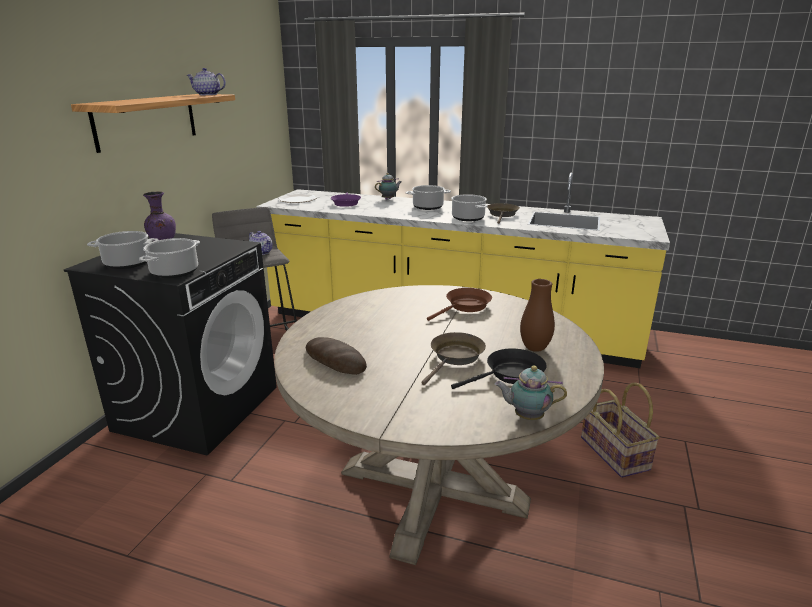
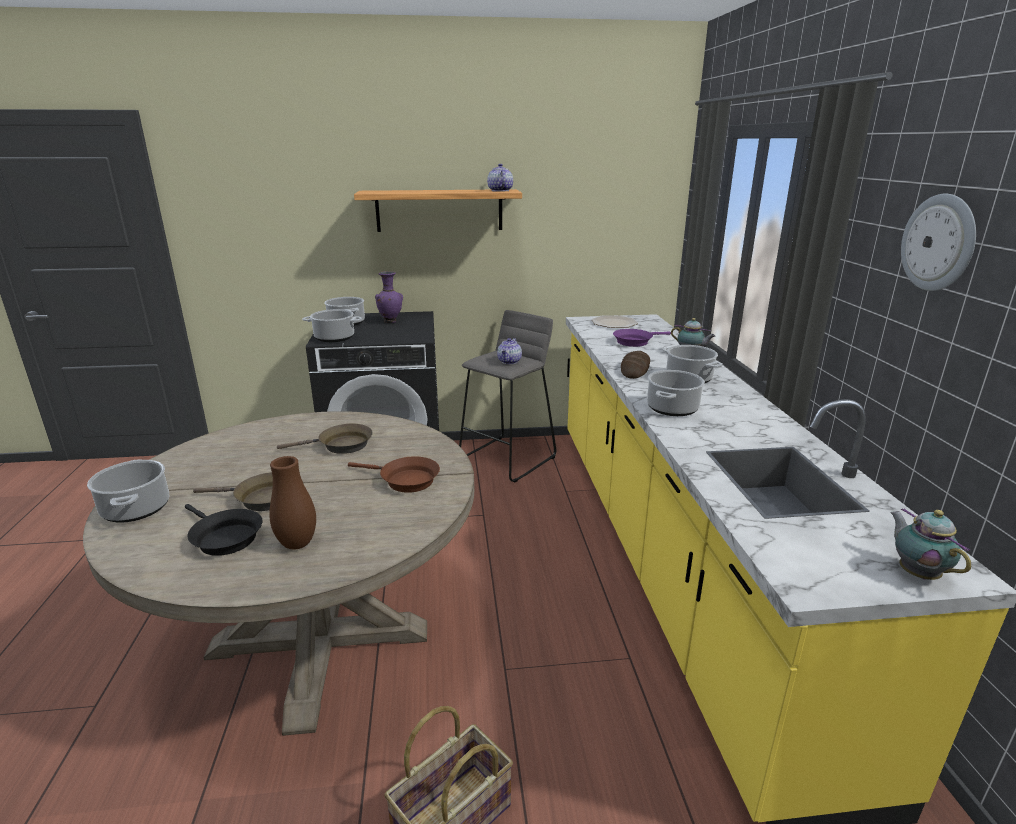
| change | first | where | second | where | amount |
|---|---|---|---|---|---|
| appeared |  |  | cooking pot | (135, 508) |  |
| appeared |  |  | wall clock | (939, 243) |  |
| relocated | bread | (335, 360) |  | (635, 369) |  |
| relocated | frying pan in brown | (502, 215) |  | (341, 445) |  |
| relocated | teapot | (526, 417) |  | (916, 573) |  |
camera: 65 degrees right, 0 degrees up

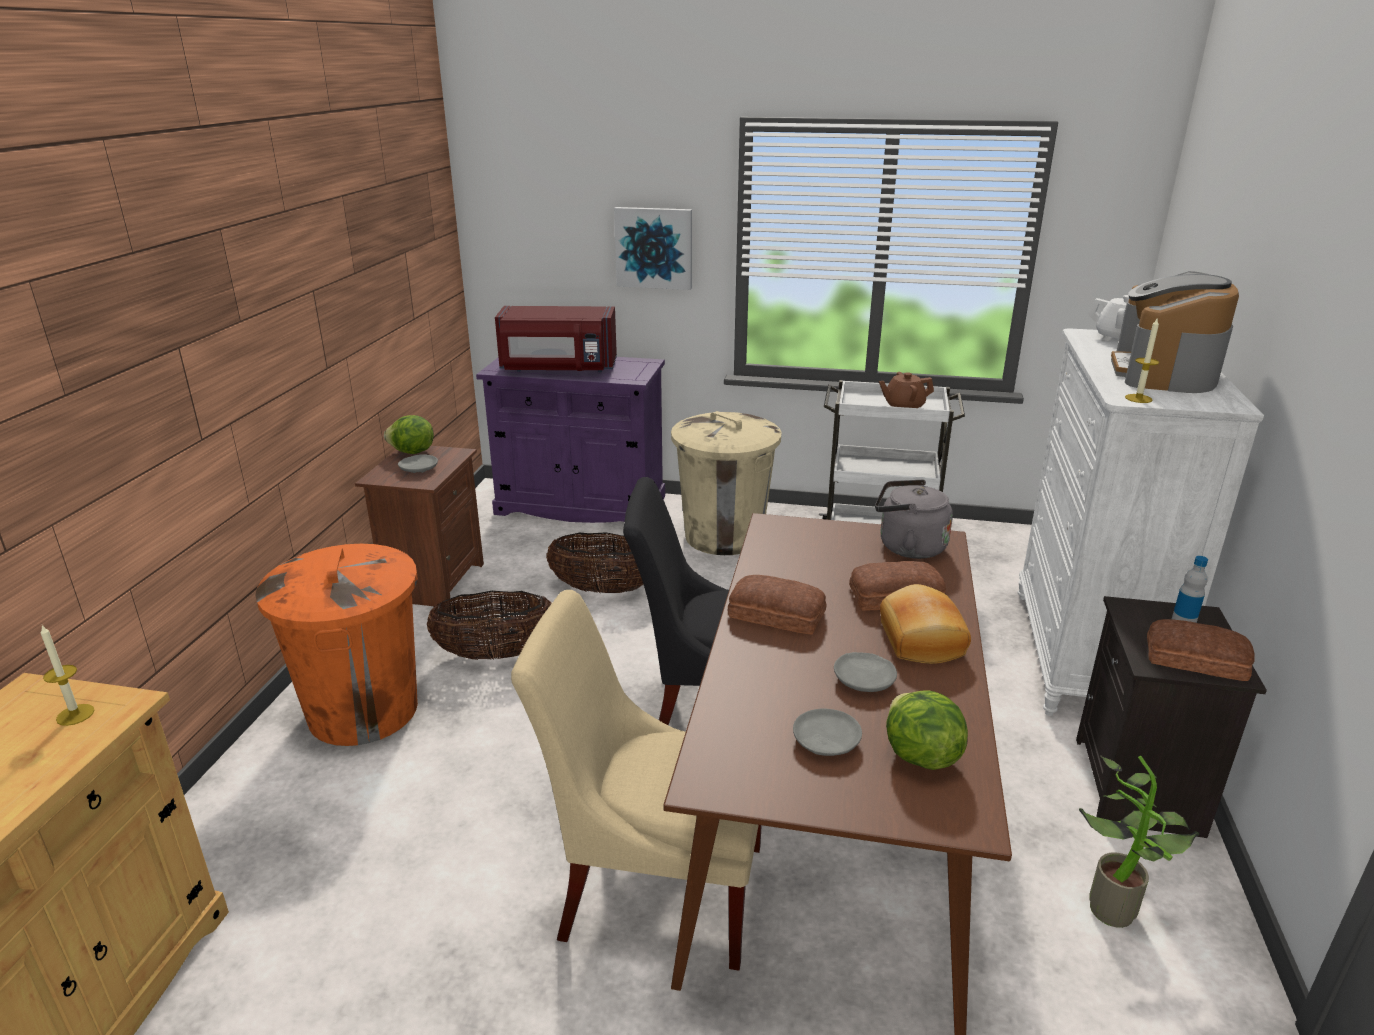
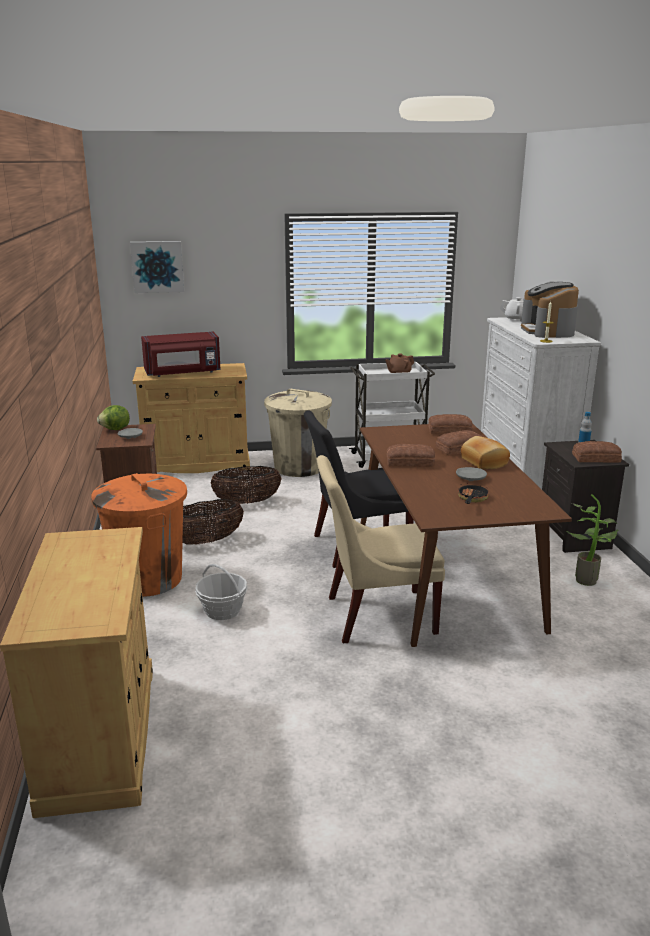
| change | first | where | second | where | amount |
|---|---|---|---|---|---|
| missing | candle | (75, 714) |  |  |  |
| missing | lettuce | (919, 756) |  |  |  |
| appeared |  |  | basket | (222, 610) |  |
| relocated | picture | (654, 248) |  | (157, 266) |  |
| exchanged | plate in grey | (825, 741) | frying pan | (471, 499) |  |
| exchanged | kettle in grey | (907, 547) | bread | (449, 430) |  |
| colour | cabinet in purple | (580, 505) | cabinet in beige | (196, 464) |  |
camera: 20 degrees left, 5 degrees down

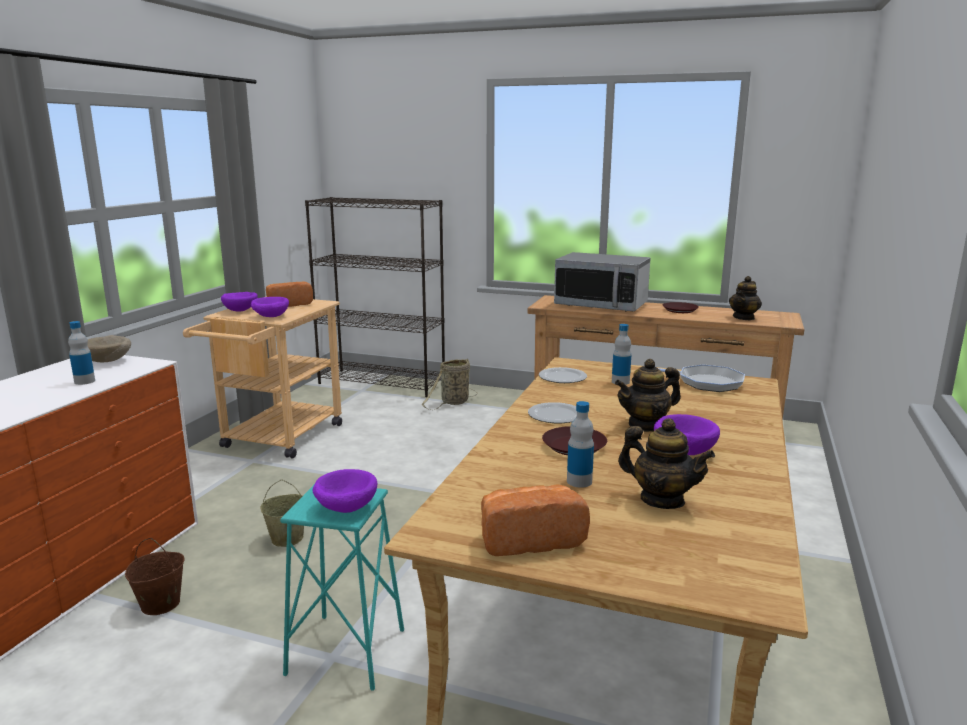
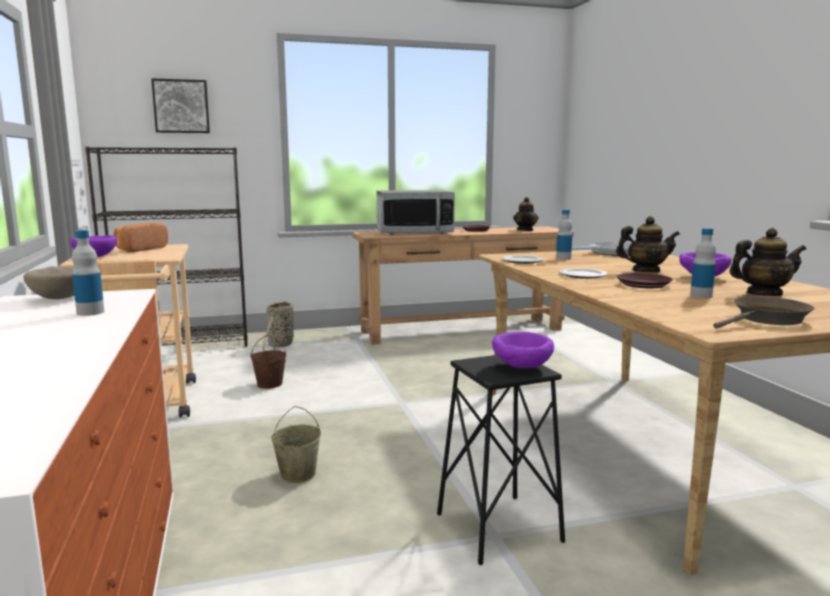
| change | first | where | second | where | amount |
|---|---|---|---|---|---|
| missing | bowl in purple | (270, 317) |  |  |  |
| appeared |  |  | picture | (181, 106) |  |
| relocated | bucket in brown | (160, 604) |  | (269, 384) |  |
| exchanged | bread | (530, 539) | frying pan in brown | (767, 320) |  |
| colour | stool in turquoise | (346, 651) | stool in black | (498, 528) |  |
| spun | teapot | (646, 425) |  | (645, 271) | 120 degrees counterclockwise |
camera: 35 degrees left, 5 degrees down

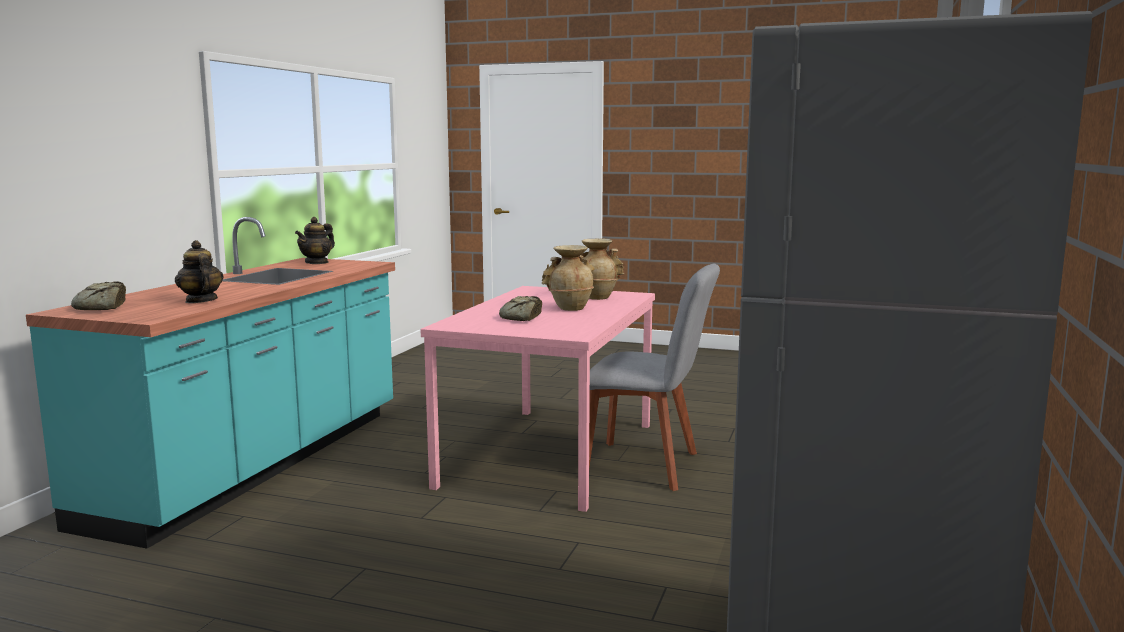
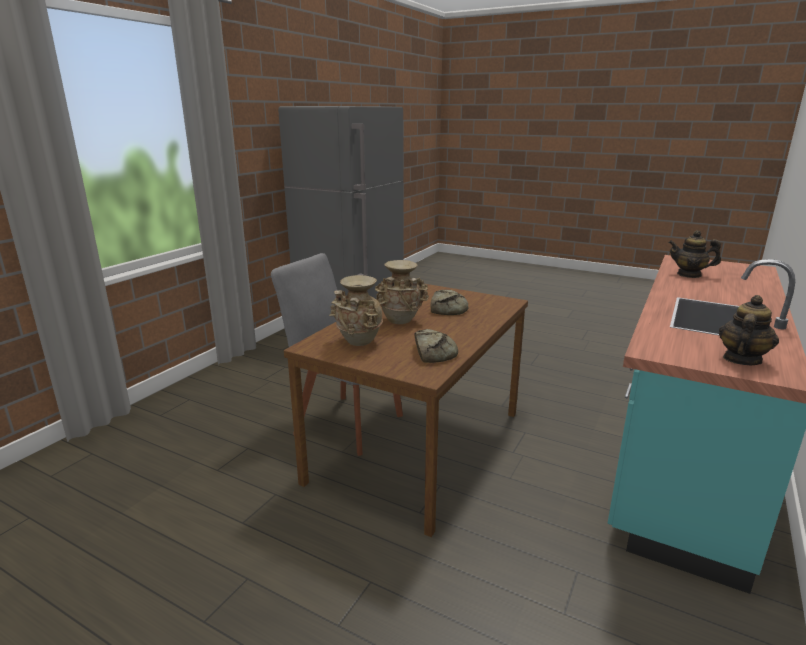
| change | first | where | second | where | amount |
|---|---|---|---|---|---|
| relocated | bread | (101, 307) |  | (433, 352) |  |
| colour | dining table in pink | (551, 455) | dining table in brown | (417, 444) |  |
| spun | teapot | (200, 301) |  | (689, 274) | 135 degrees clockwise |
camera: 170 degrees left, 10 degrees up

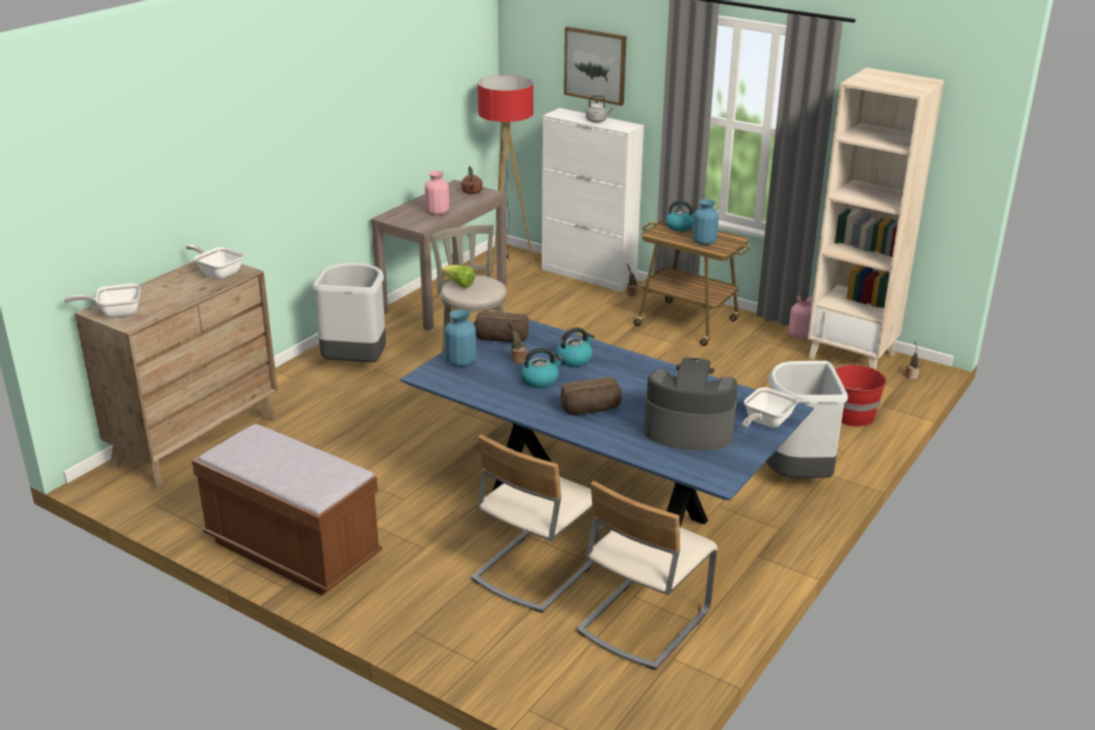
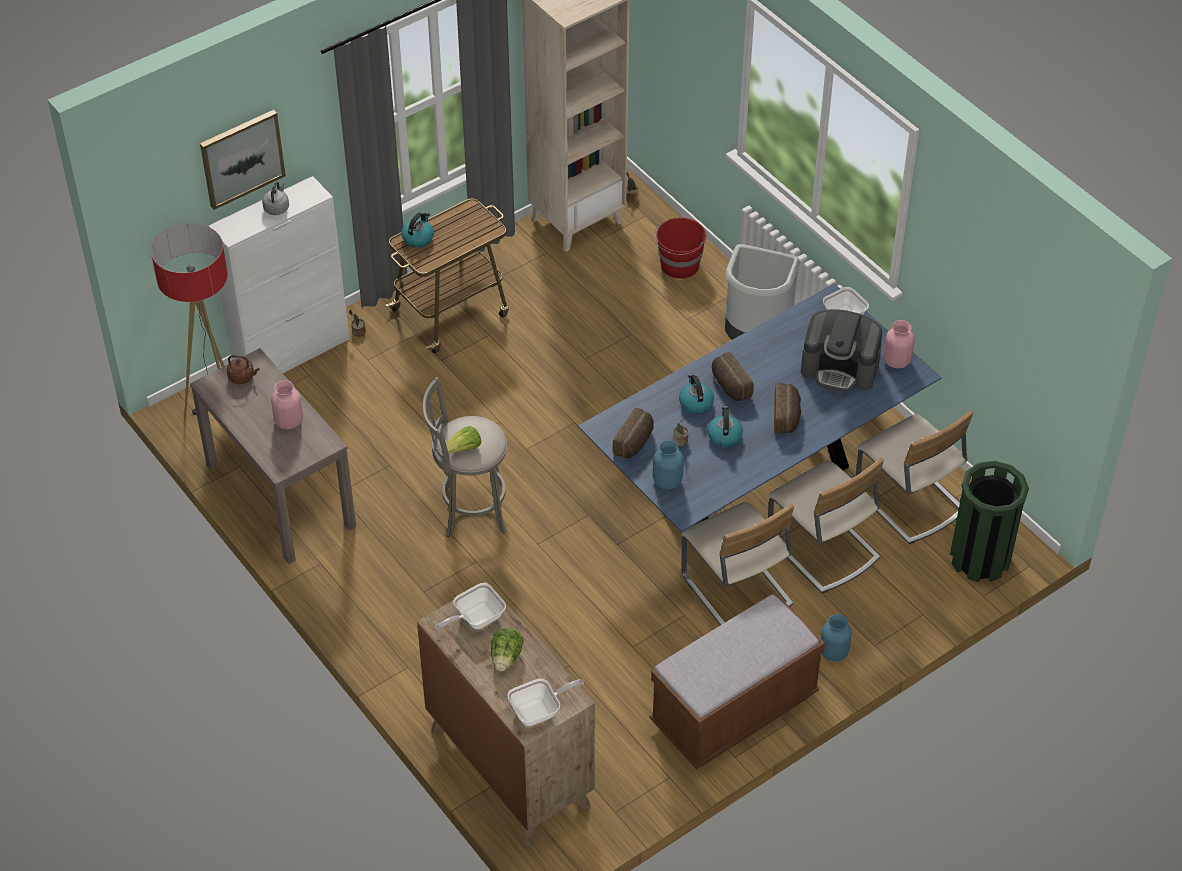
| change | first | where | second | where | amount |
|---|---|---|---|---|---|
| missing | trash can in grey | (356, 363) |  |  |  |
| appeared |  |  | lettuce | (506, 658) |  |
| appeared |  |  | chair in beige | (735, 591) |  |
| appeared |  |  | bread | (729, 386) |  |
| appeared |  |  | trash can in green | (980, 558) |  |
| relocated | vase in blue | (704, 242) |  | (833, 652) |  |
| relocated | vase in pink | (800, 335) |  | (896, 361) |  |
| spun | frying pan | (115, 313) |  | (539, 711) | 120 degrees counterclockwise |
| spun | coffee machine | (688, 430) |  | (840, 368) | 105 degrees counterclockwise |
camera: 70 degrees left, 20 degrees up

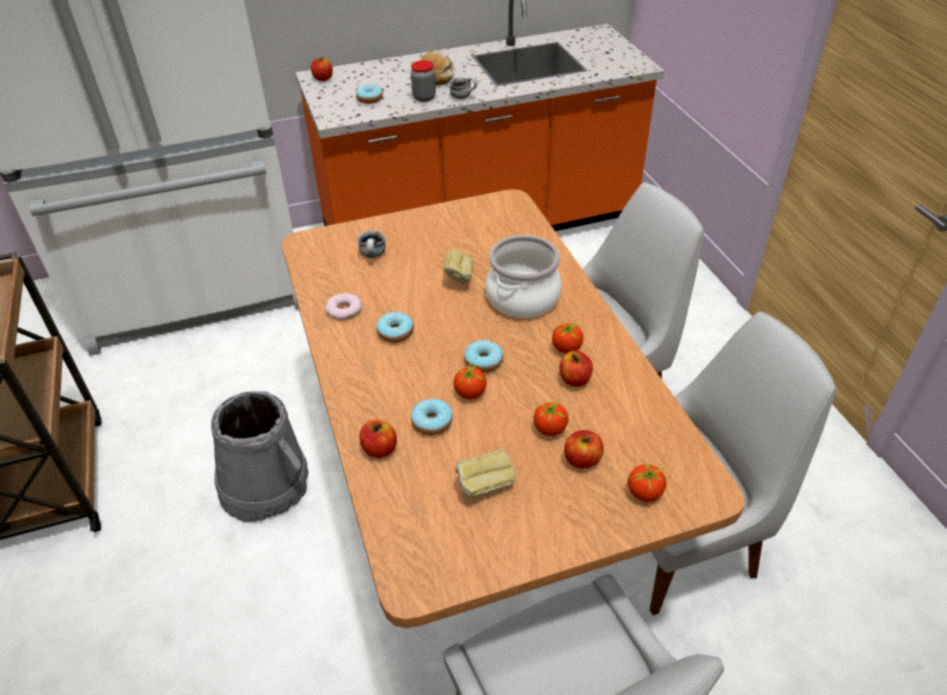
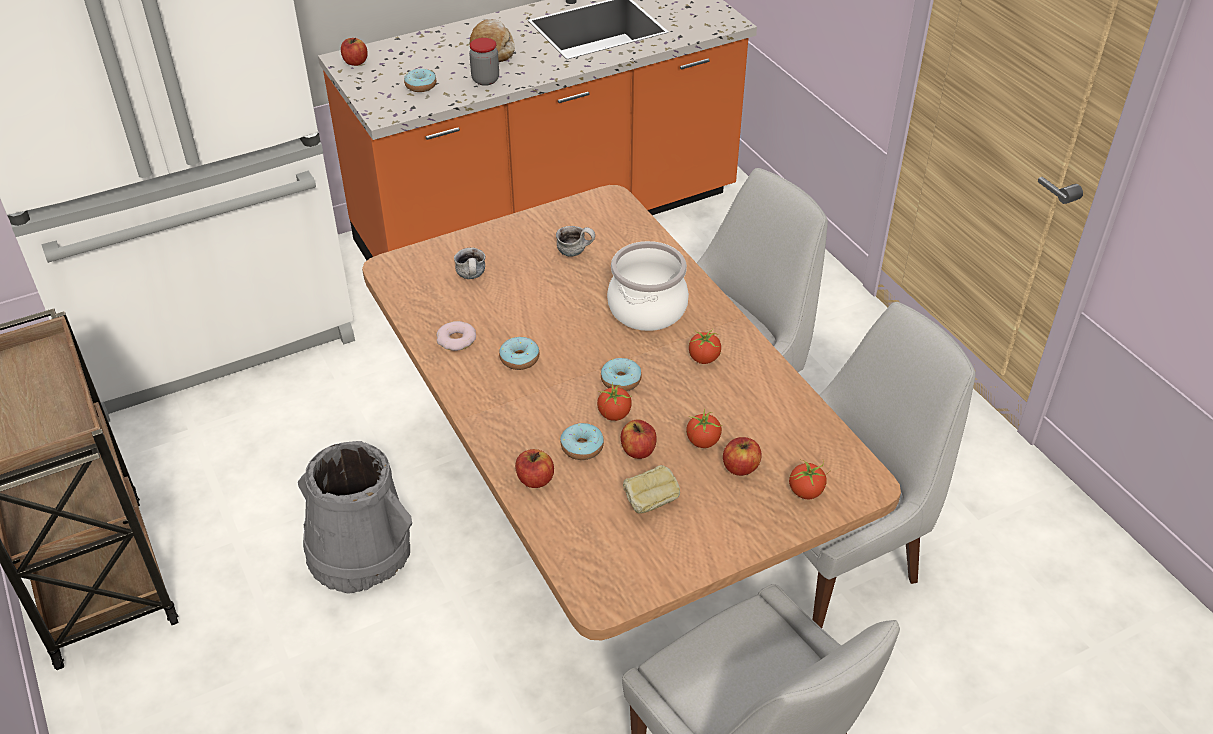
| change | first | where | second | where | amount |
|---|---|---|---|---|---|
| missing | bread | (459, 279) |  |  |  |
| relocated | mug | (464, 97) |  | (576, 251) |  |
| relocated | apple | (575, 379) |  | (638, 450) |  |
camera: 10 degrees left, 0 degrees up

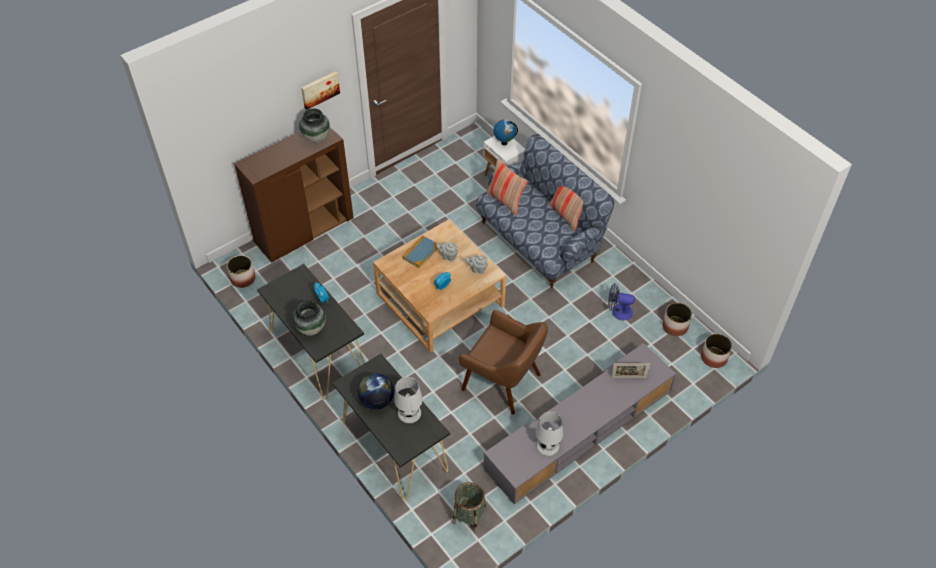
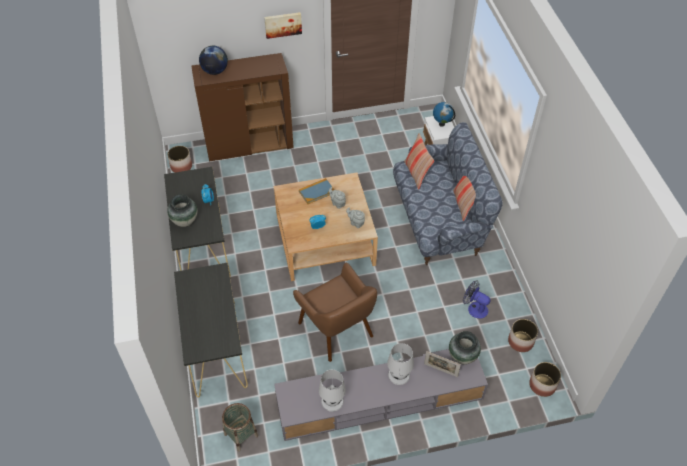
| change | first | where | second | where | amount |
|---|---|---|---|---|---|
| relocated | vase | (316, 138) |  | (462, 356) |  |
| relocated | globe | (377, 401) |  | (215, 71) |  |
| relocated | table lamp in white | (409, 412) |  | (399, 374) |  |
camera: 25 degrees right, 0 degrees up

